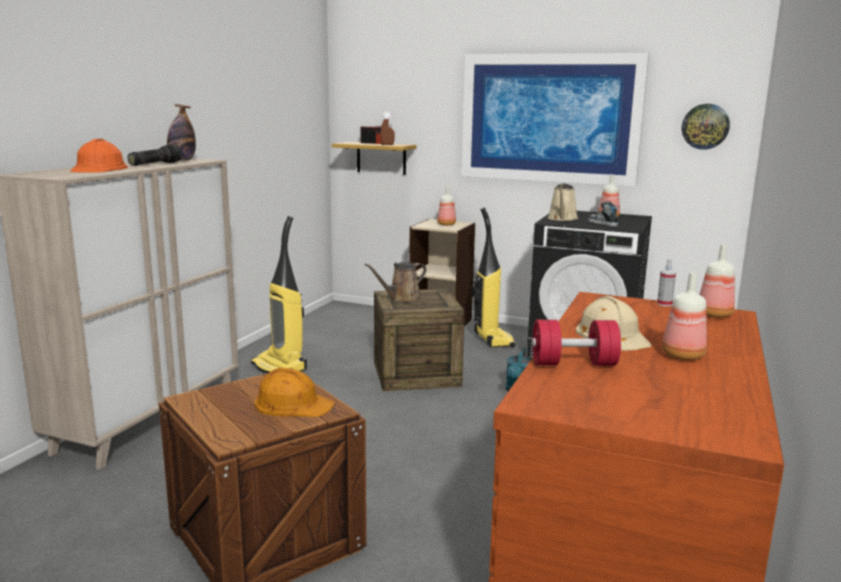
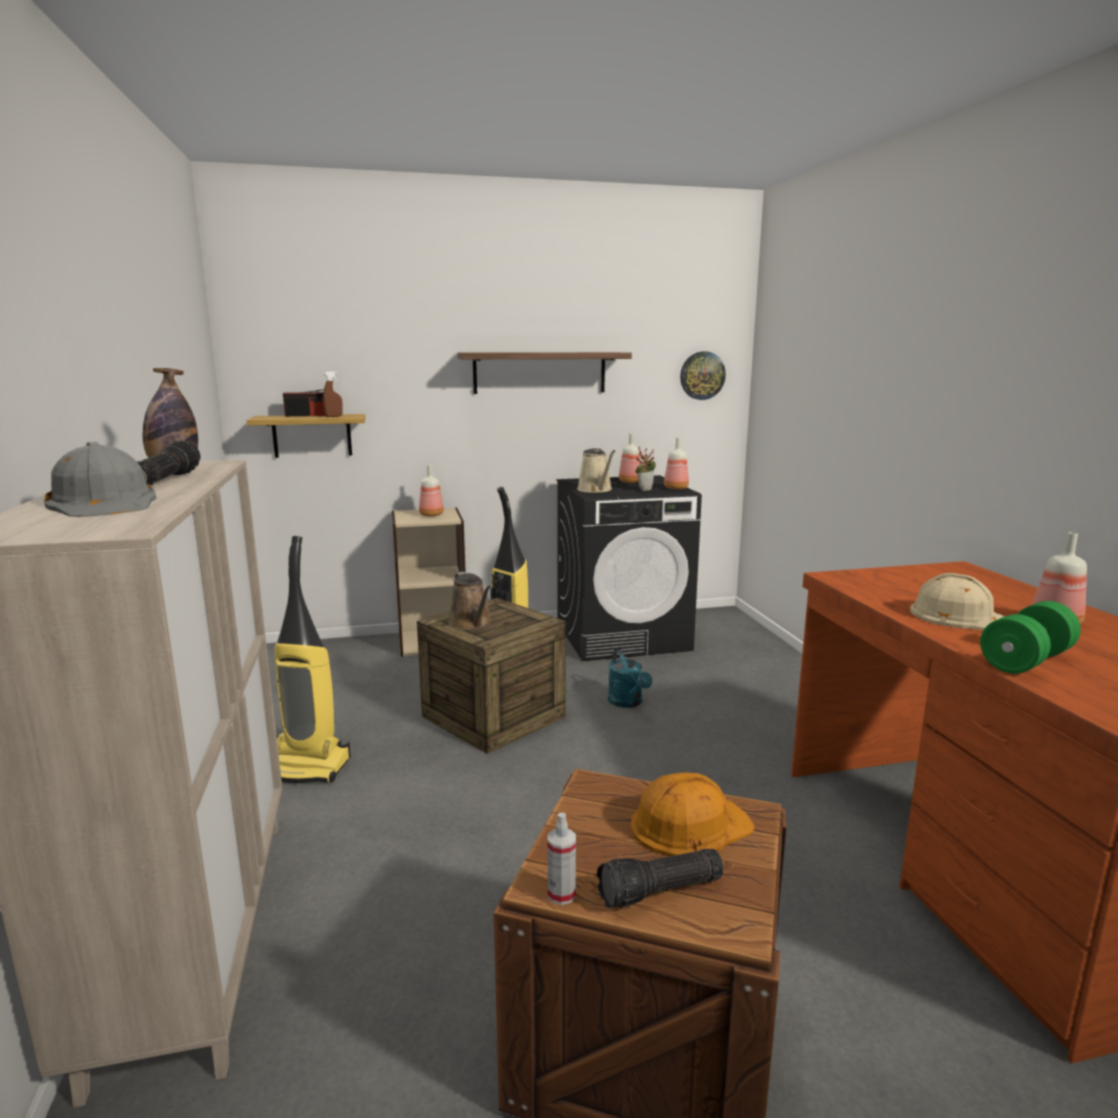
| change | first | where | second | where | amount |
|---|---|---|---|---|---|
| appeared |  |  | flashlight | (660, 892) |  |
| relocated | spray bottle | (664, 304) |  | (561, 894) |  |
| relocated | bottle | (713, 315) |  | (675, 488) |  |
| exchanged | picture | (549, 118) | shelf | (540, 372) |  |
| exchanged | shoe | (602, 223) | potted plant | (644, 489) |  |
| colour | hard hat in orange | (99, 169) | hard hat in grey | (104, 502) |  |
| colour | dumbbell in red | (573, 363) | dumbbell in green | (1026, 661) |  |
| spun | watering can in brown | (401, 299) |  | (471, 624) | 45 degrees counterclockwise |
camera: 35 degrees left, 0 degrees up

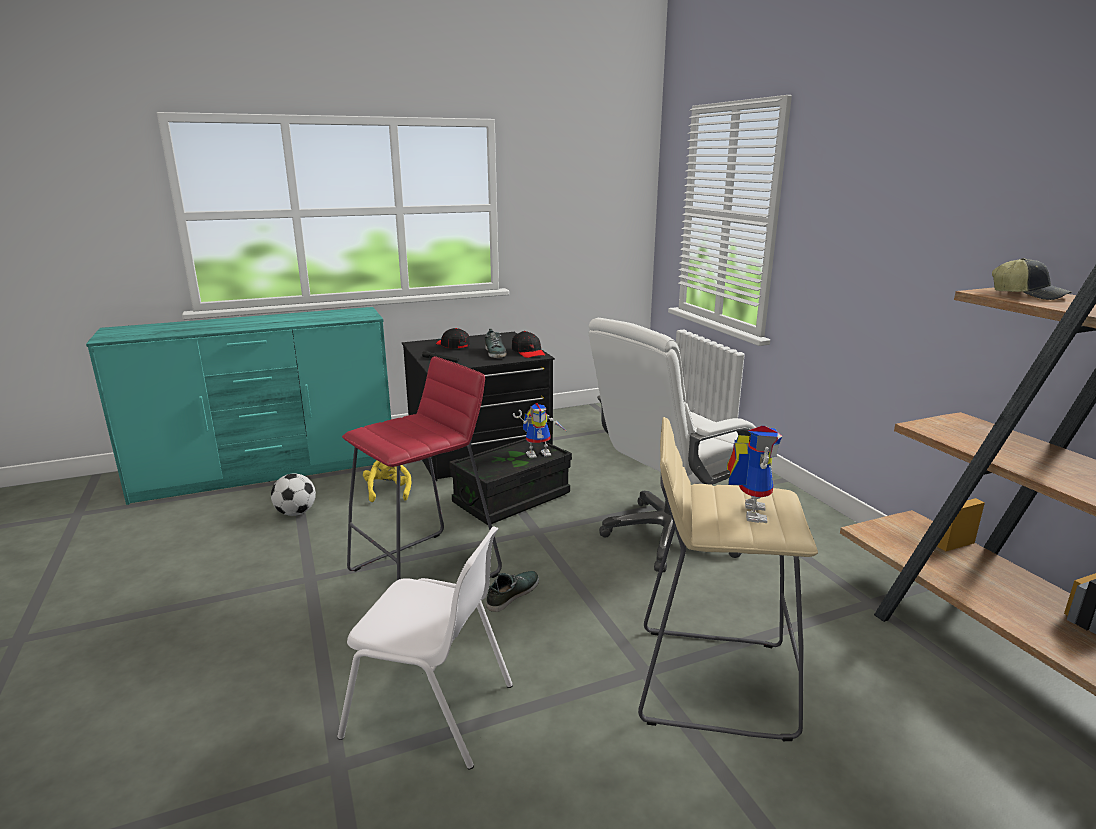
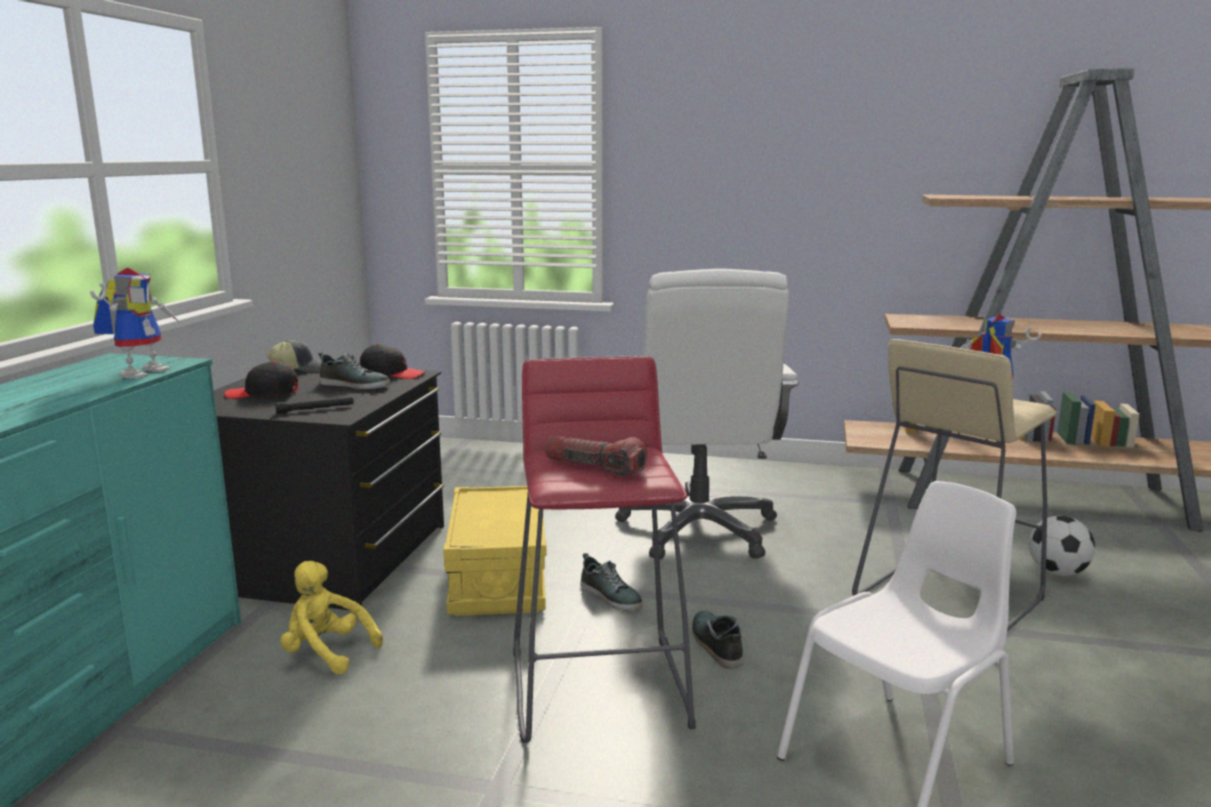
| change | first | where | second | where | amount |
|---|---|---|---|---|---|
| appeared |  |  | flashlight | (595, 468) |  |
| appeared |  |  | shoe | (611, 596) |  |
| relocated | football | (296, 513) |  | (1057, 572) |  |
| relocated | toy robot | (539, 453) |  | (142, 372) |  |
| relocated | cap | (1029, 295) |  | (300, 369) |  |
| colour | storage box in black | (512, 499) | storage box in yellow | (498, 578) |  |
camera: 55 degrees left, 5 degrees down

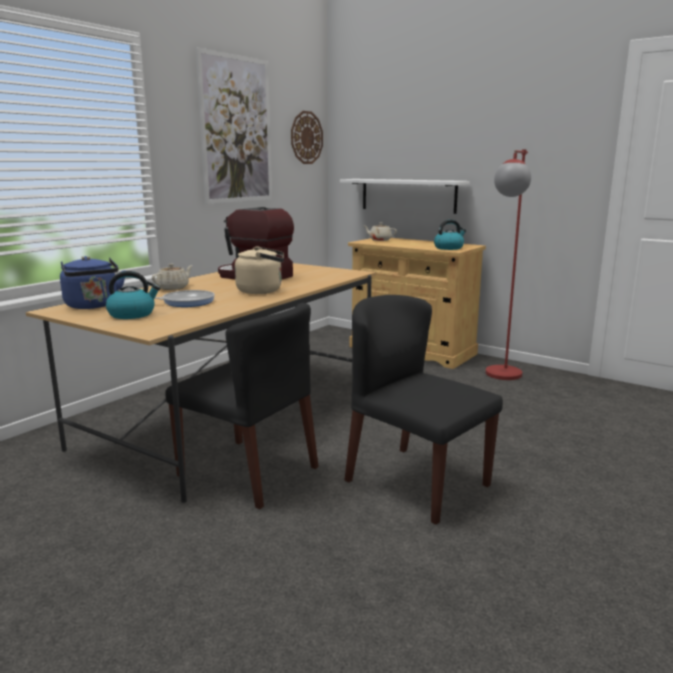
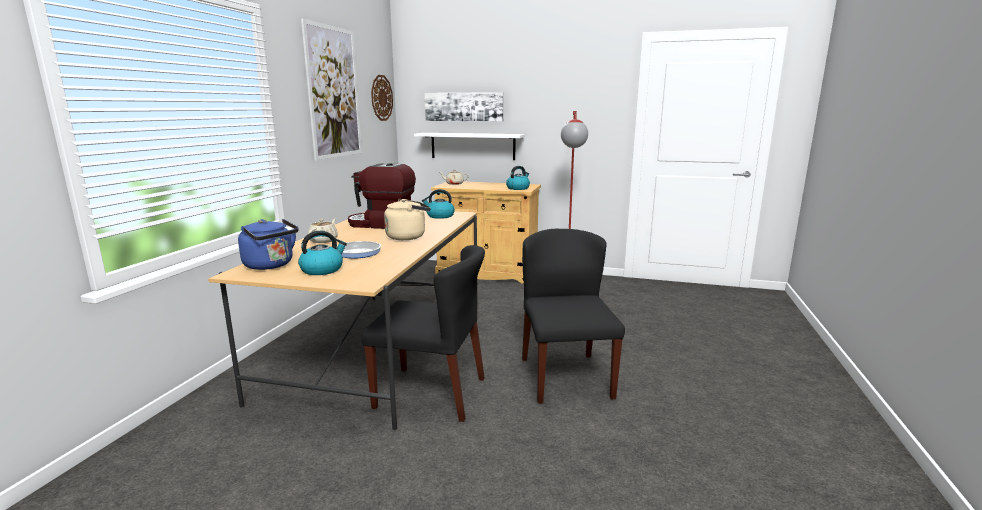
| change | first | where | second | where | amount |
|---|---|---|---|---|---|
| appeared |  |  | kettle | (439, 216) |  |
| appeared |  |  | picture | (464, 107) |  |
| spun | chair in black | (415, 482) |  | (565, 377) | 60 degrees clockwise |
camera: 20 degrees left, 0 degrees up

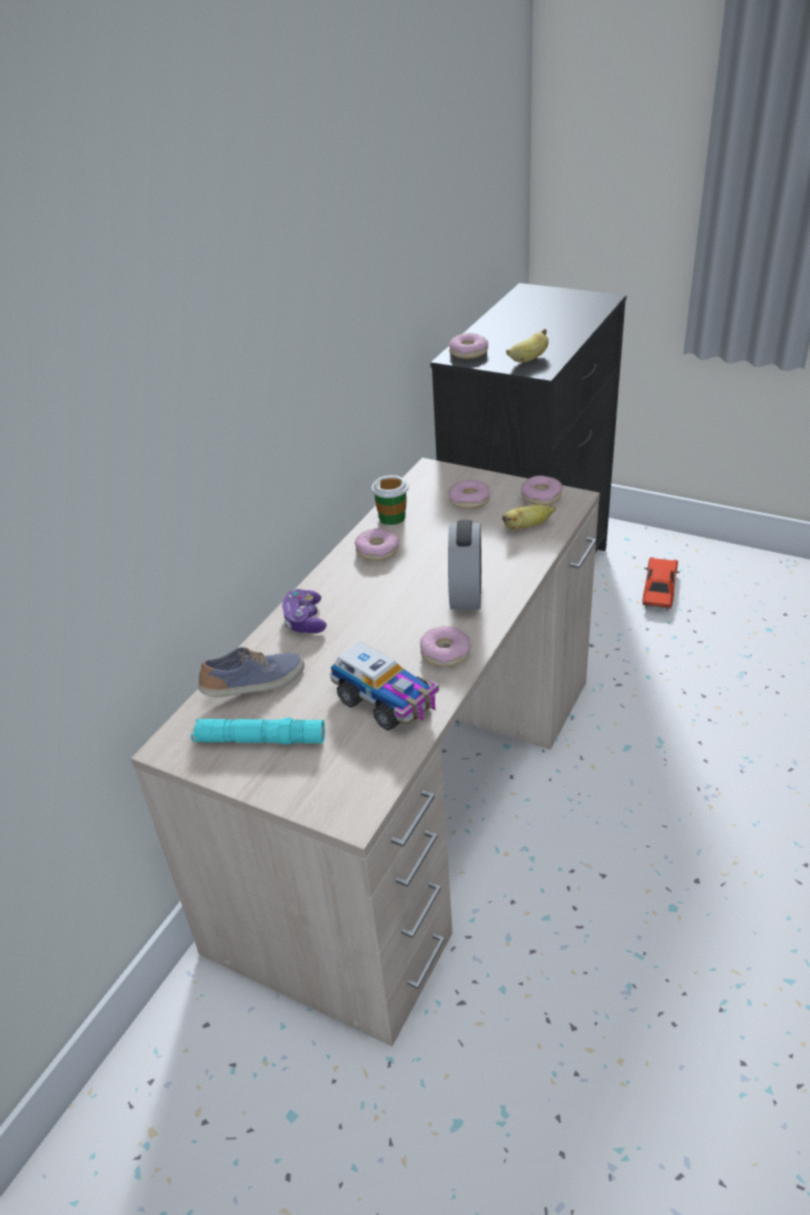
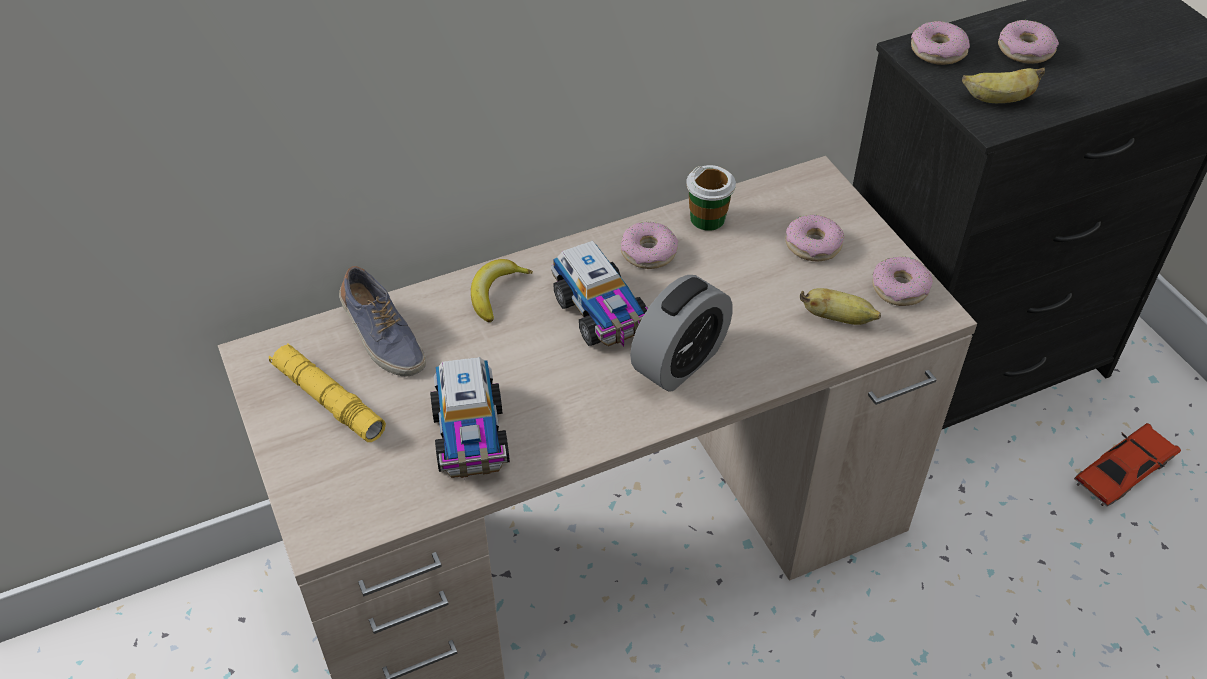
| change | first | where | second | where | amount |
|---|---|---|---|---|---|
| appeared |  |  | toy truck | (602, 314) |  |
| relocated | donut | (445, 652) |  | (1025, 50) |  |
| exchanged | game controller | (304, 620) | banana | (495, 293) |  |
| colour | flashlight in turquoise | (260, 739) | flashlight in yellow | (328, 400) |  |
| spun | shoe | (255, 685) |  | (382, 338) | 45 degrees clockwise |
camera: 35 degrees right, 10 degrees up

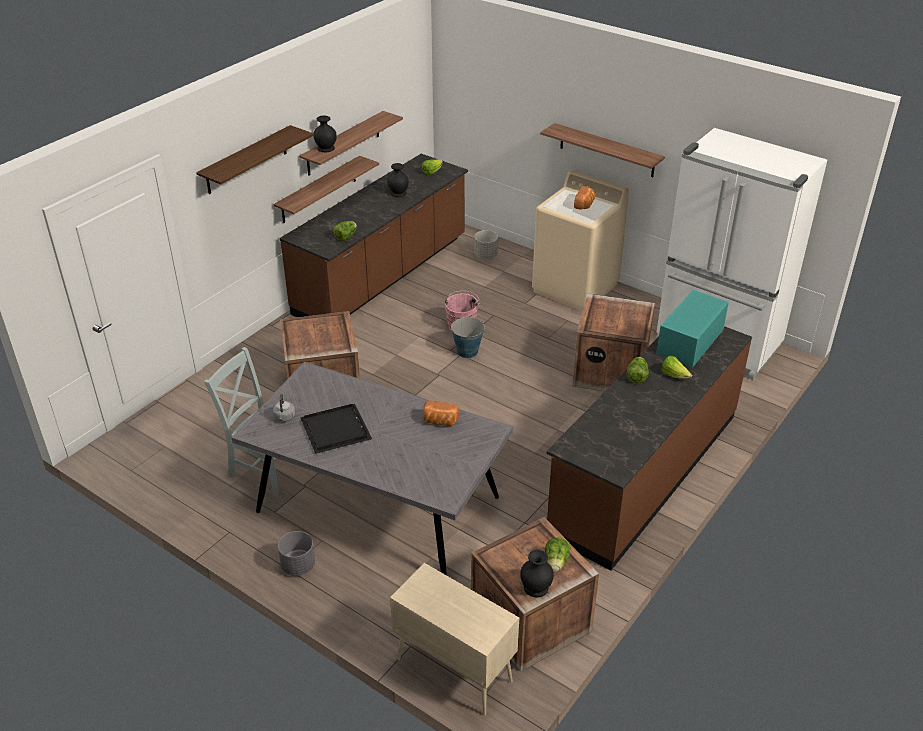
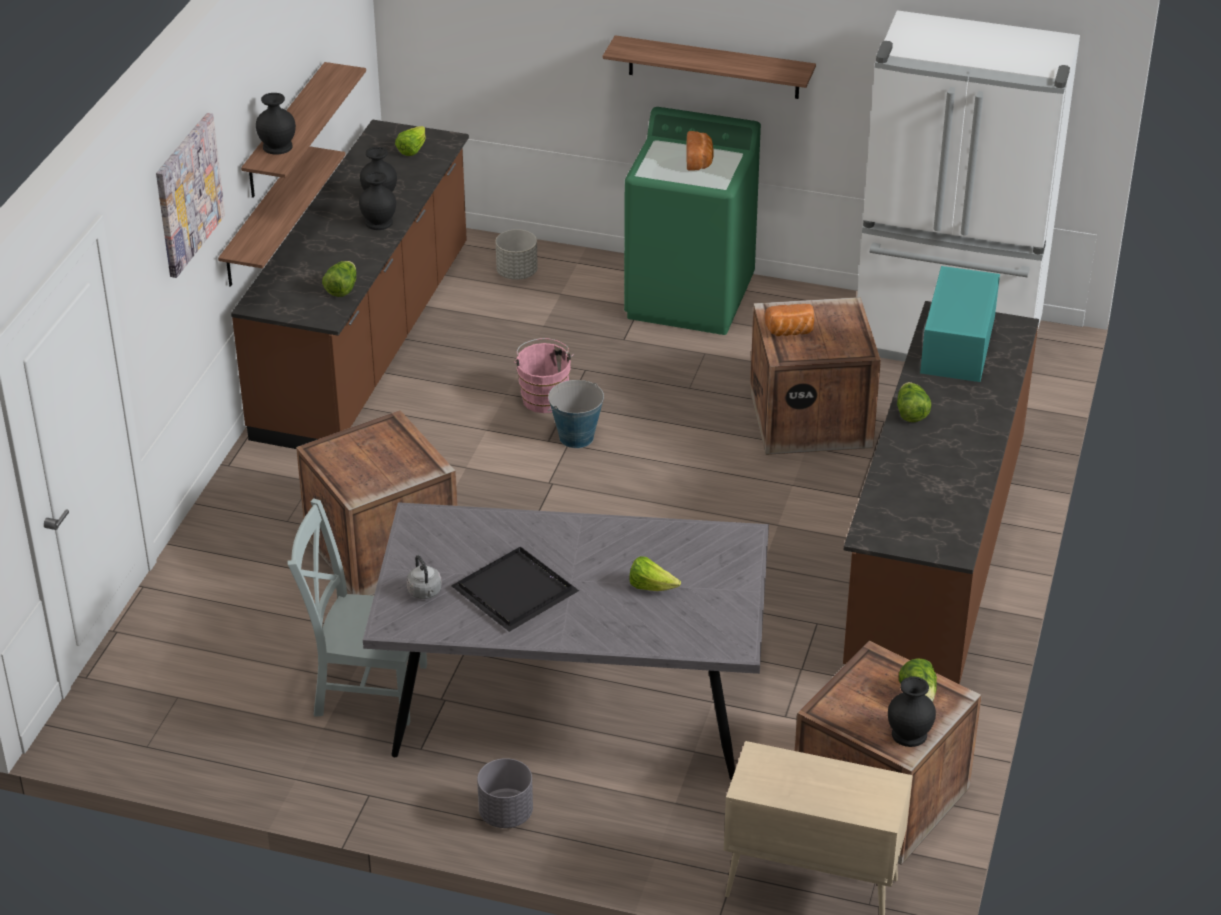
| change | first | where | second | where | amount |
|---|---|---|---|---|---|
| appeared |  |  | vase in black | (378, 222) |  |
| relocated | bread | (440, 421) |  | (790, 332) |  |
| relocated | lettuce | (674, 375) |  | (651, 587) |  |
| exchanged | shelf | (246, 160) | picture | (188, 194) |  |
| colour | washing machine in beige | (575, 288) | washing machine in green | (690, 298) |  |
camera: 20 degrees left, 0 degrees up

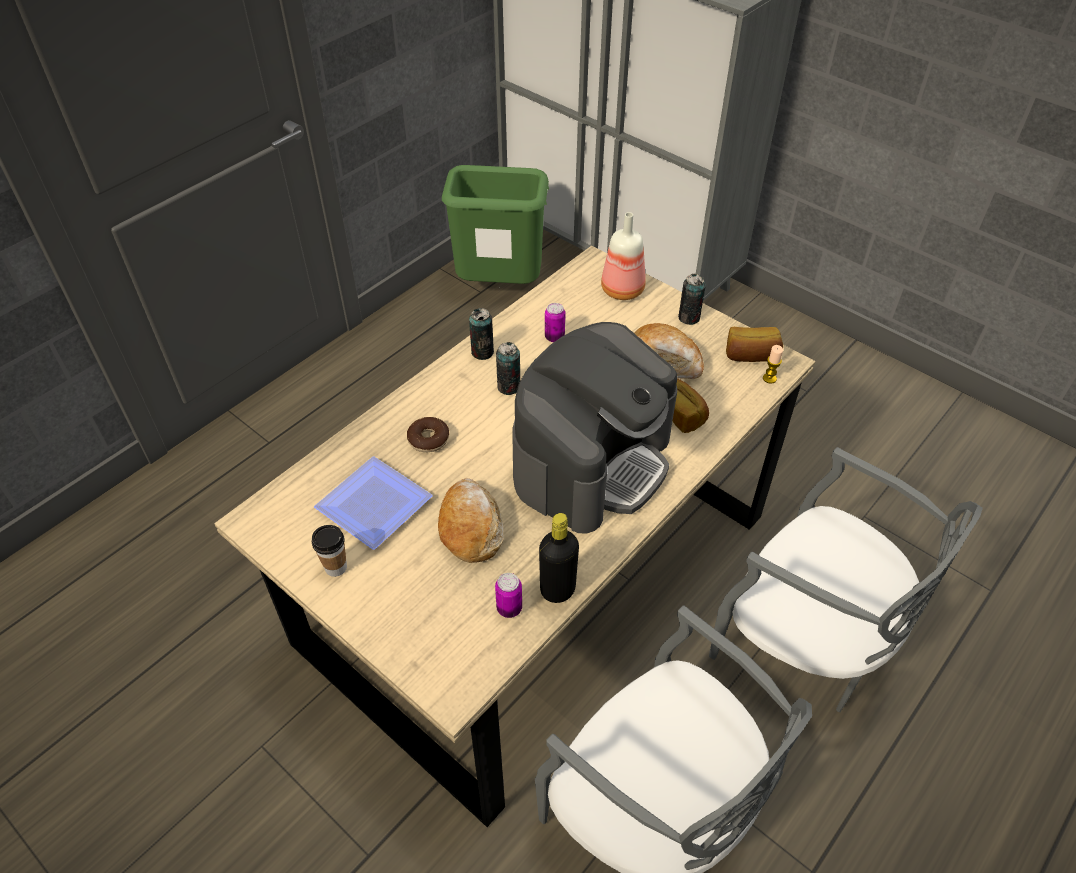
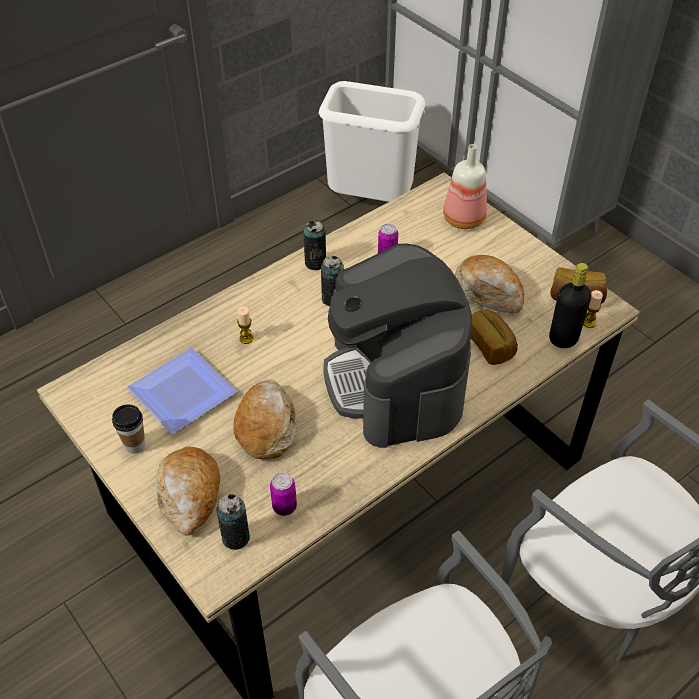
| change | first | where | second | where | amount |
|---|---|---|---|---|---|
| appeared |  |  | bread | (189, 495) |  |
| relocated | bottle in black | (557, 589) |  | (563, 339) |  |
| relocated | can | (689, 318) |  | (236, 537) |  |
| exchanged | donut | (428, 439) | candle | (246, 338) |  |
| colour | trash can in green | (500, 287) | trash can in white | (371, 202) |  |
| spun | coffee machine | (592, 461) |  | (395, 380) | 120 degrees clockwise |
camera: 10 degrees right, 0 degrees up

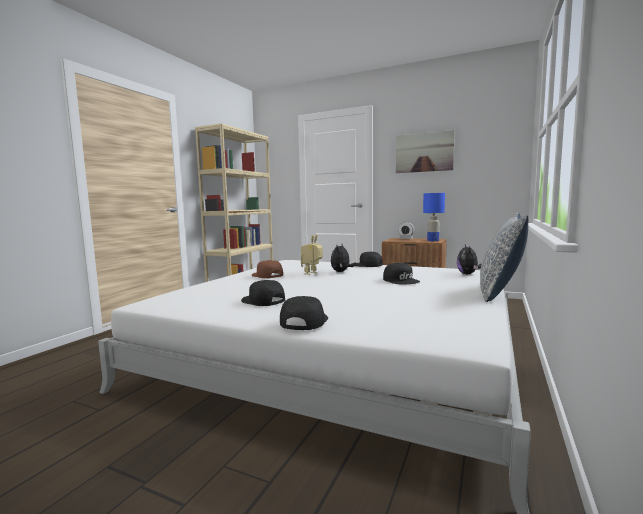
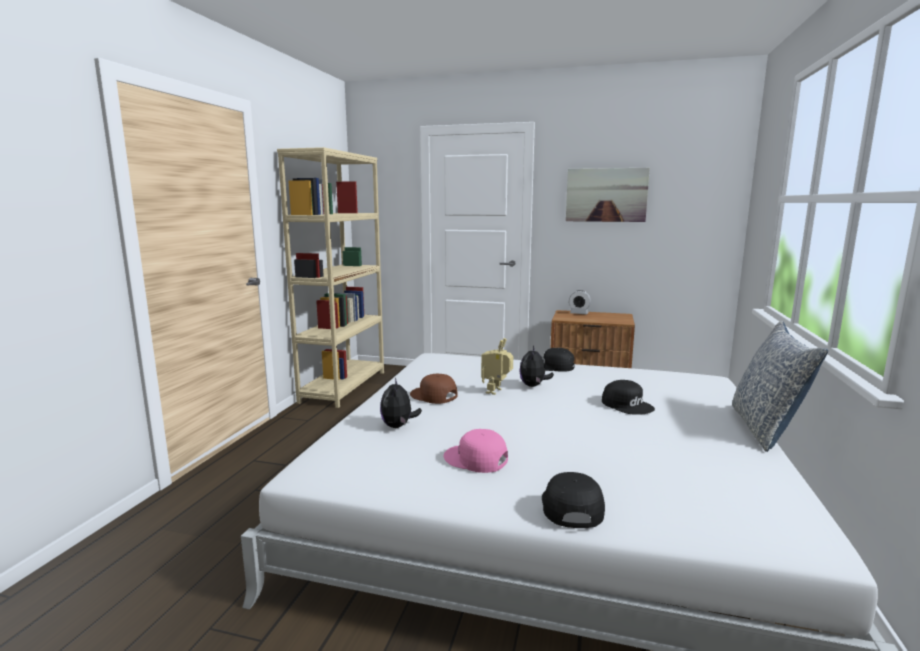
| change | first | where | second | where | amount |
|---|---|---|---|---|---|
| missing | table lamp in blue | (433, 240) |  |  |  |
| relocated | plush toy | (468, 274) |  | (398, 426) |  |
| colour | cap in black | (262, 300) | cap in pink | (475, 459) |  |
camera: 10 degrees left, 5 degrees up

